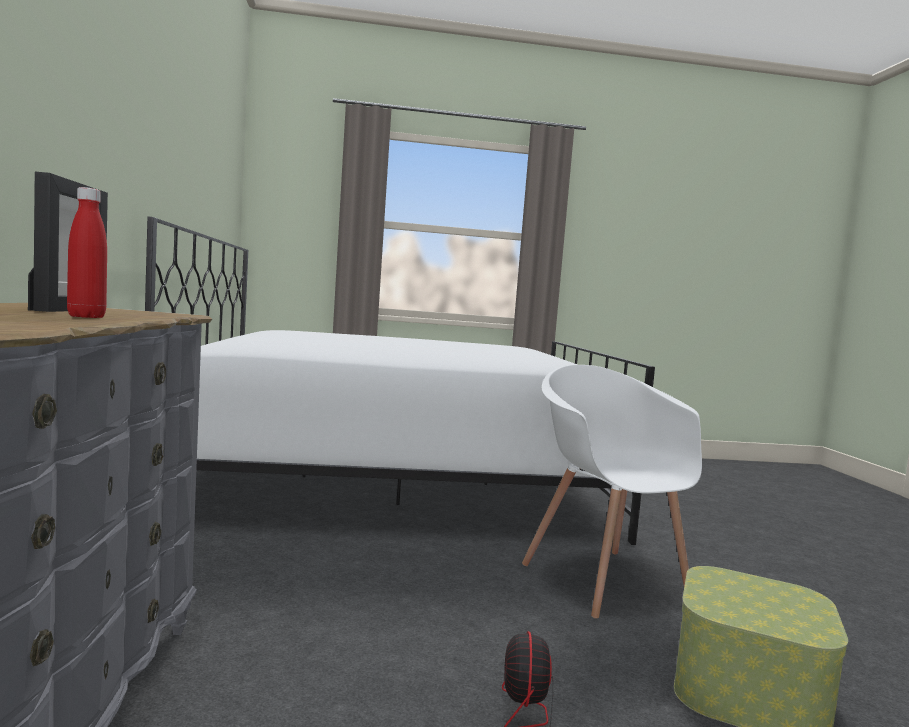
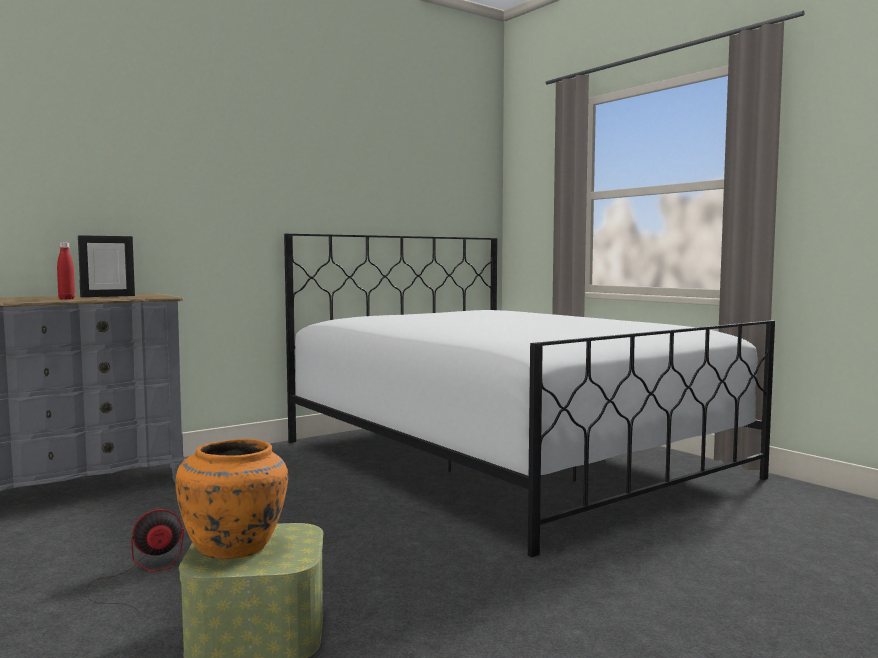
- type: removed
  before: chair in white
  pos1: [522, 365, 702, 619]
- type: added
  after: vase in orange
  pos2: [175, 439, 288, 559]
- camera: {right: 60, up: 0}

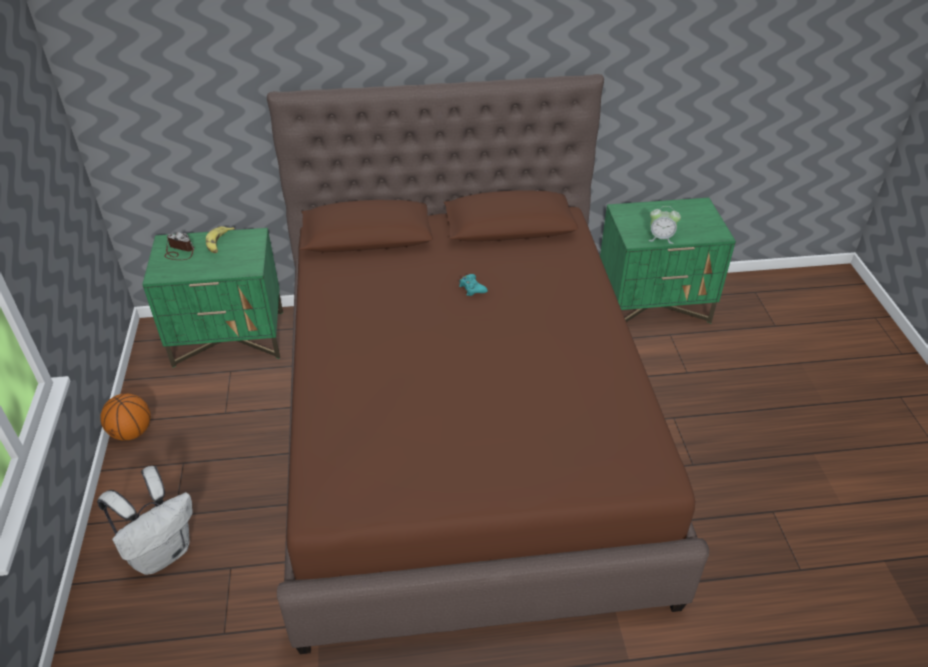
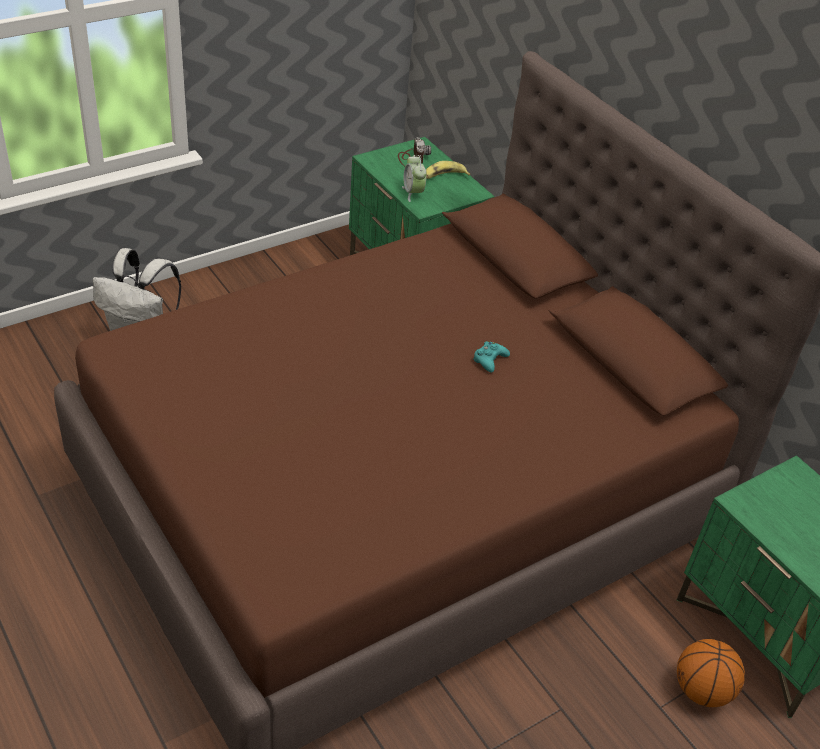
- type: moved
  before: alarm clock
  pos1: [648, 206, 681, 244]
  pos2: [402, 155, 427, 202]
- type: moved
  before: basketball
  pos1: [100, 394, 151, 441]
  pos2: [677, 639, 745, 707]
- camera: {right: 60, up: 0}

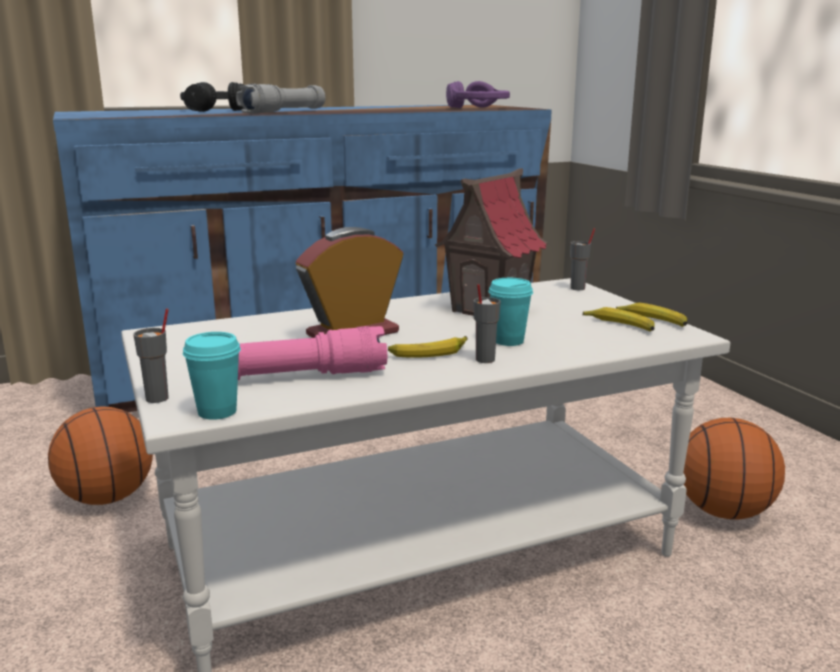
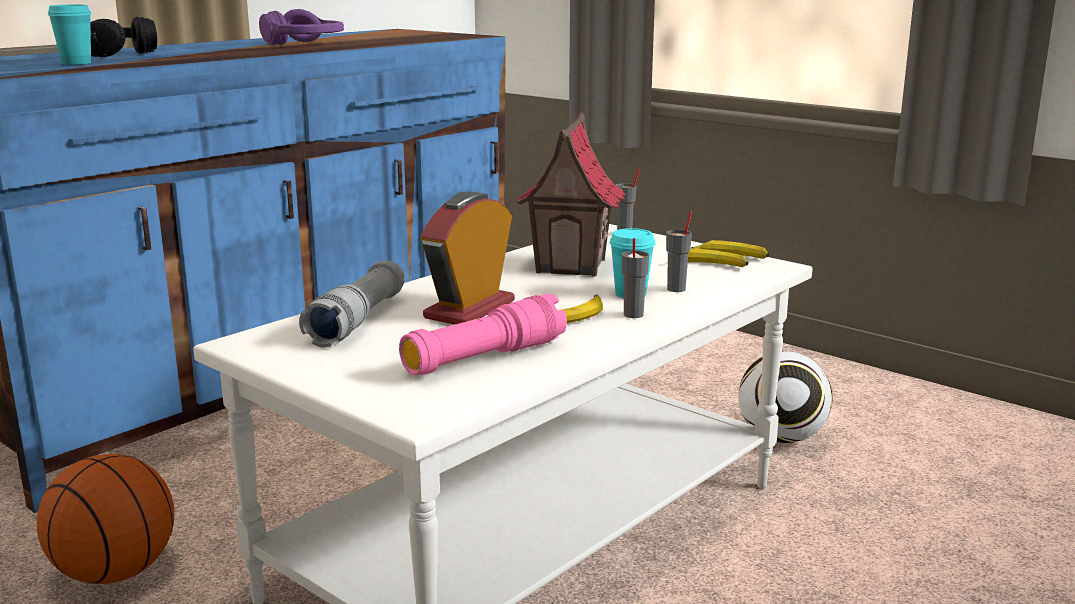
- type: moved
  before: headphones in purple
  pos1: [446, 81, 510, 108]
  pos2: [259, 9, 344, 45]
- type: moved
  before: flashlight in grey
  pos1: [236, 84, 325, 114]
  pos2: [299, 260, 405, 347]
- type: moved
  before: cup in grey
  pos1: [133, 309, 169, 403]
  pos2: [666, 211, 692, 292]
- type: moved
  before: cup in turquoise
  pos1: [183, 332, 241, 420]
  pos2: [48, 5, 91, 65]
- type: replaced
  before: basketball
  after: football
  pos1: [683, 418, 785, 520]
  pos2: [739, 351, 832, 443]
- camera: {right: -25, up: 0}

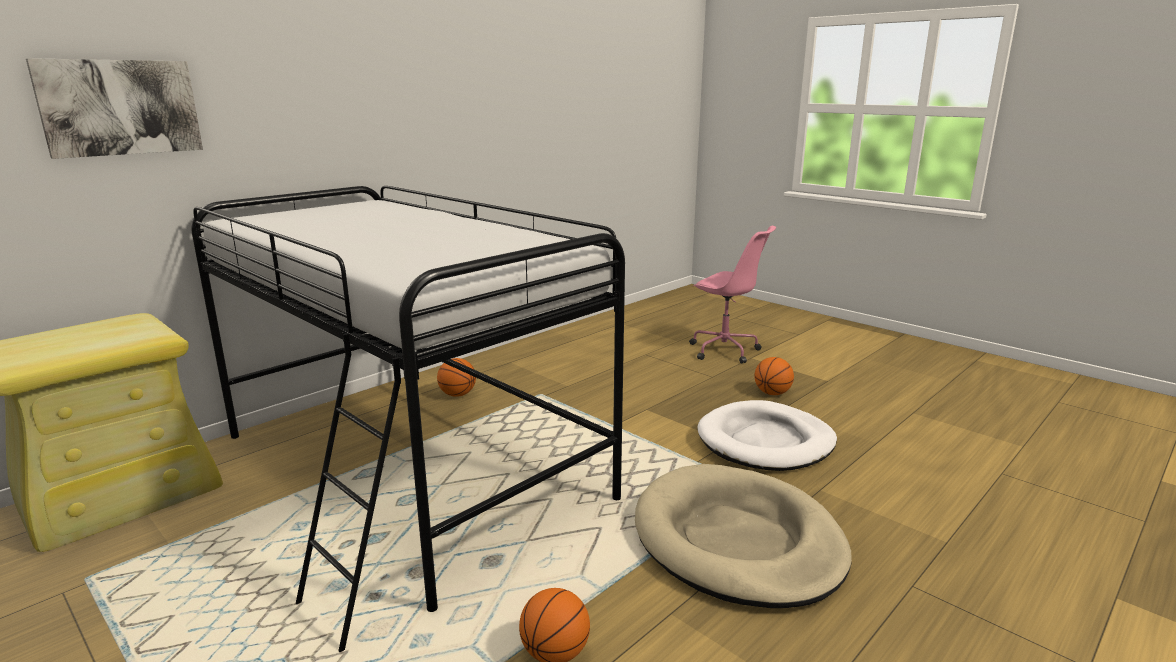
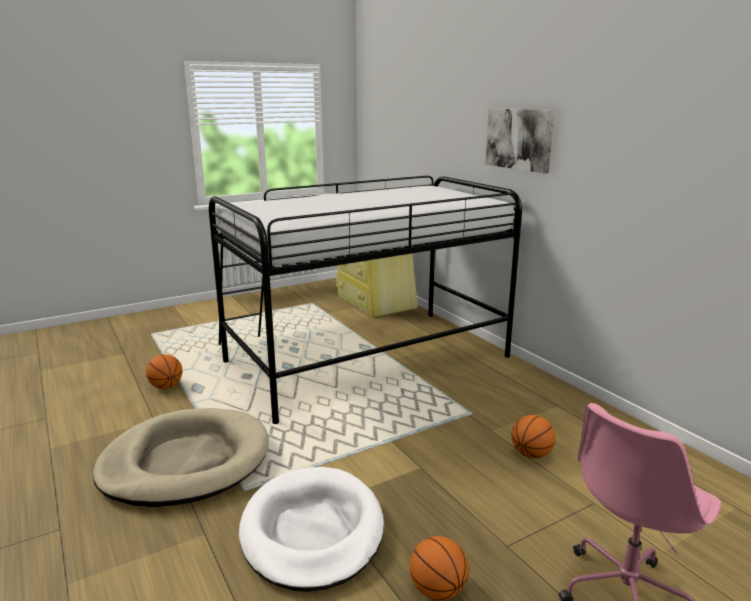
- type: moved
  before: picture
  pos1: [26, 58, 203, 159]
  pos2: [485, 108, 555, 174]
- type: moved
  before: basketball
  pos1: [437, 358, 476, 397]
  pos2: [512, 415, 556, 458]
- camera: {right: 105, up: 0}

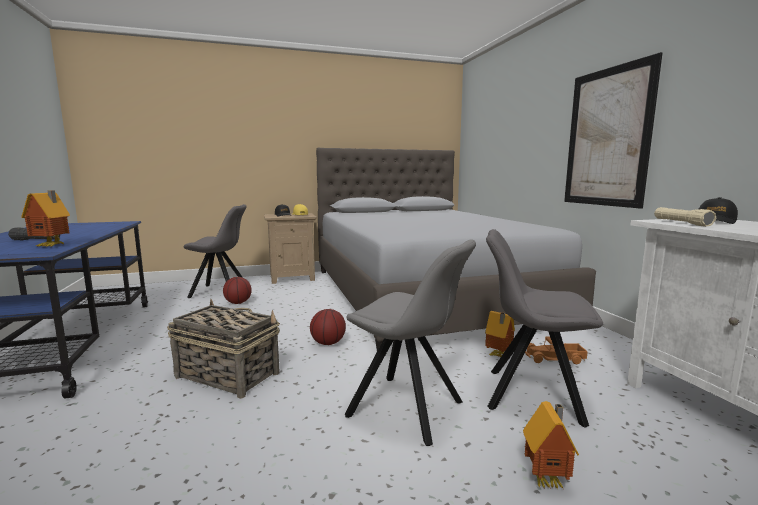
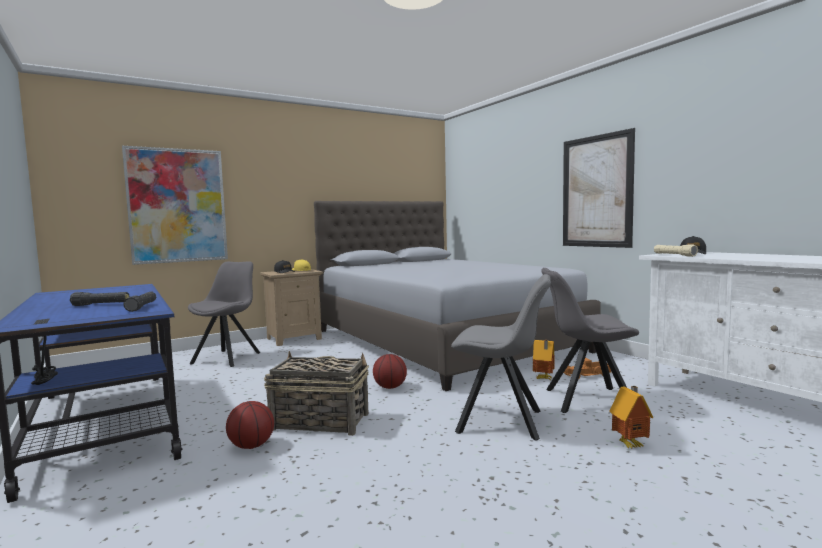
- type: replaced
  before: toy house
  after: flashlight in black
  pos1: [21, 190, 70, 247]
  pos2: [123, 291, 156, 312]
- type: turned
  before: chair in grey
  pos1: [184, 204, 246, 298]
  pos2: [188, 261, 260, 367]
  turn: -60
- type: moved
  before: basketball
  pos1: [223, 277, 252, 304]
  pos2: [226, 401, 274, 449]
- type: added
  after: picture
  pos2: [122, 146, 228, 265]
- camera: {right: -15, up: -5}

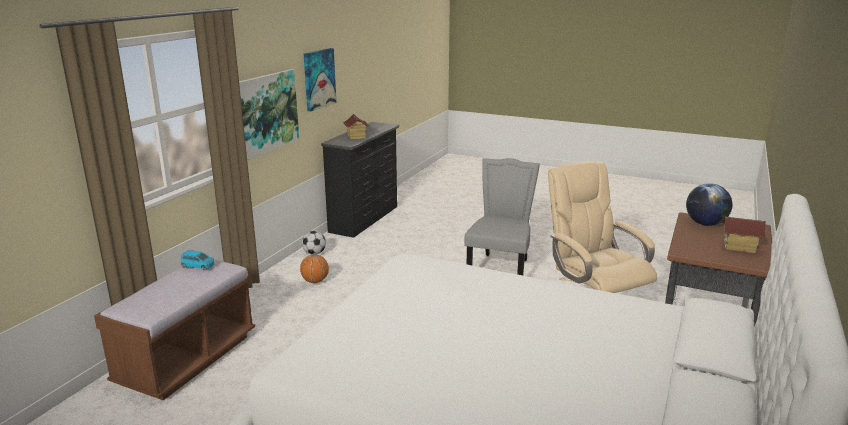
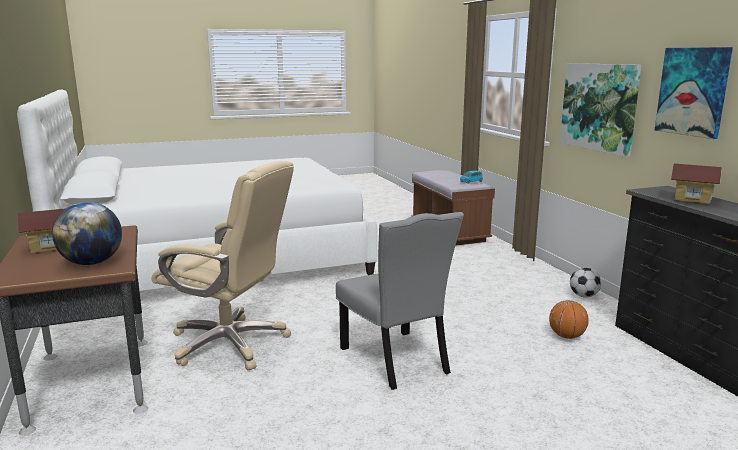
- type: moved
  before: basketball
  pos1: [300, 254, 329, 283]
  pos2: [549, 300, 589, 339]
- camera: {right: 135, up: -5}

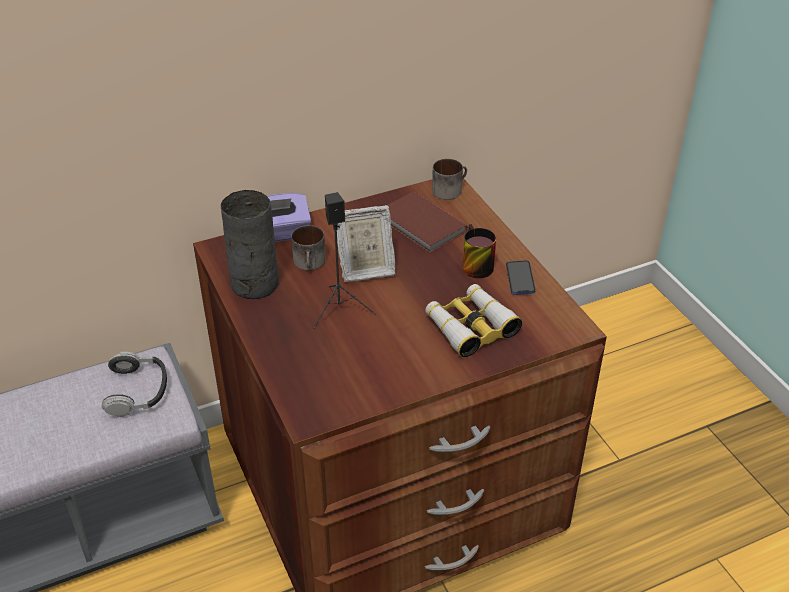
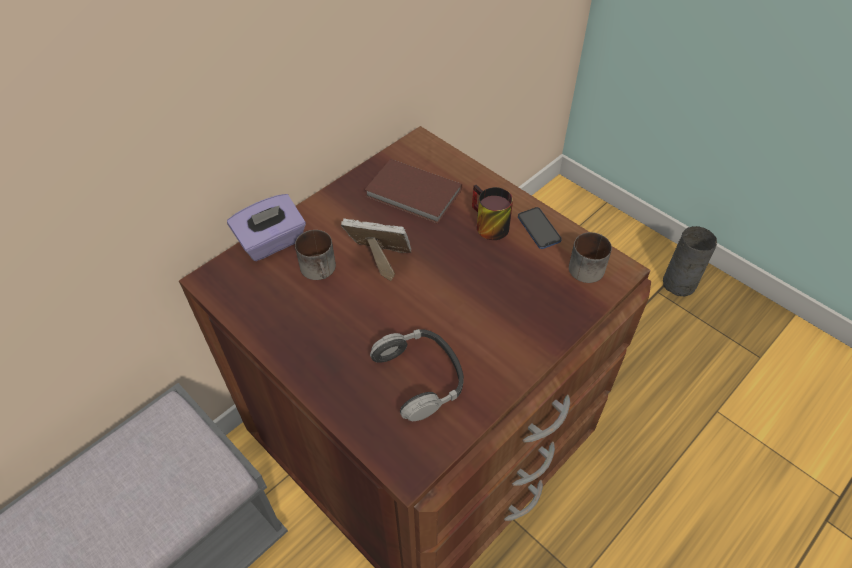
- type: moved
  before: mug
  pos1: [432, 159, 467, 200]
  pos2: [569, 232, 612, 283]
- type: moved
  before: vase in grey
  pos1: [221, 190, 279, 299]
  pos2: [663, 226, 717, 296]
- type: removed
  before: speaker in black
  pos1: [313, 192, 376, 329]
- type: turned
  before: picture frame
  pos1: [337, 205, 396, 282]
  pos2: [341, 218, 411, 281]
  turn: -135
- type: removed
  before: binoculars
  pos1: [425, 284, 522, 357]
- type: moved
  before: headphones
  pos1: [102, 352, 167, 417]
  pos2: [370, 329, 464, 421]
- camera: {right: -20, up: 10}

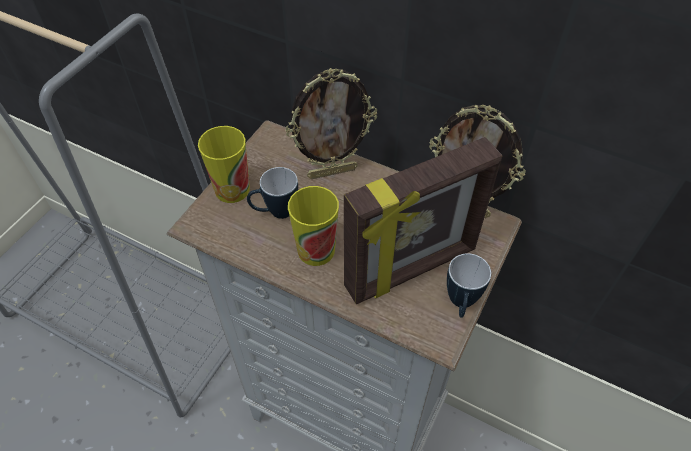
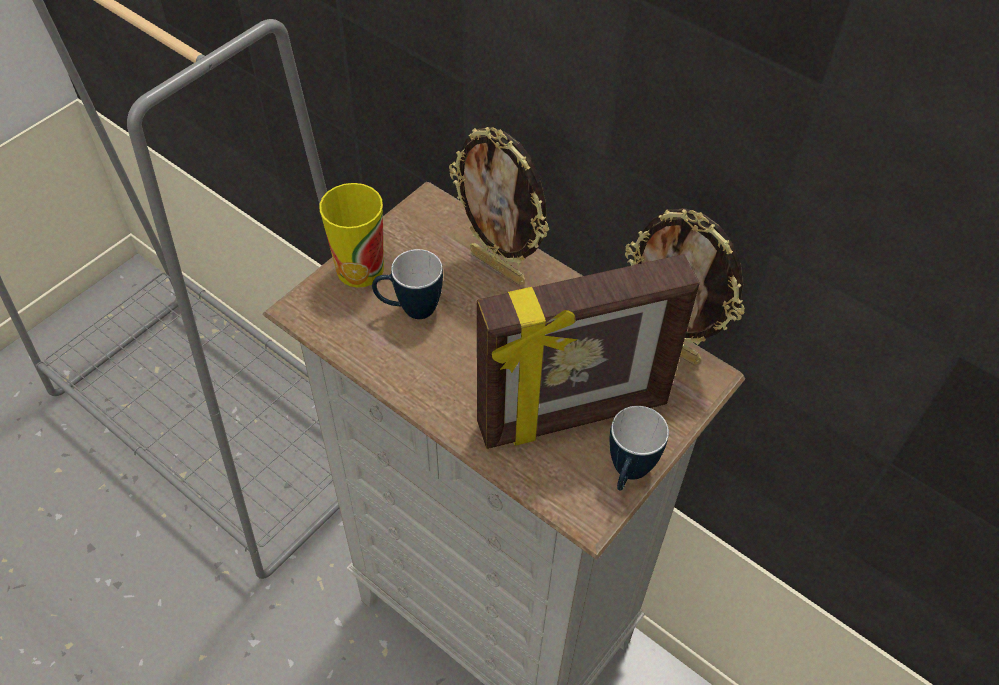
- type: turned
  before: picture frame
  pos1: [285, 68, 377, 179]
  pos2: [449, 127, 550, 285]
  turn: 45
- type: removed
  before: cup
  pos1: [288, 186, 339, 266]
- camera: {right: 10, up: 0}

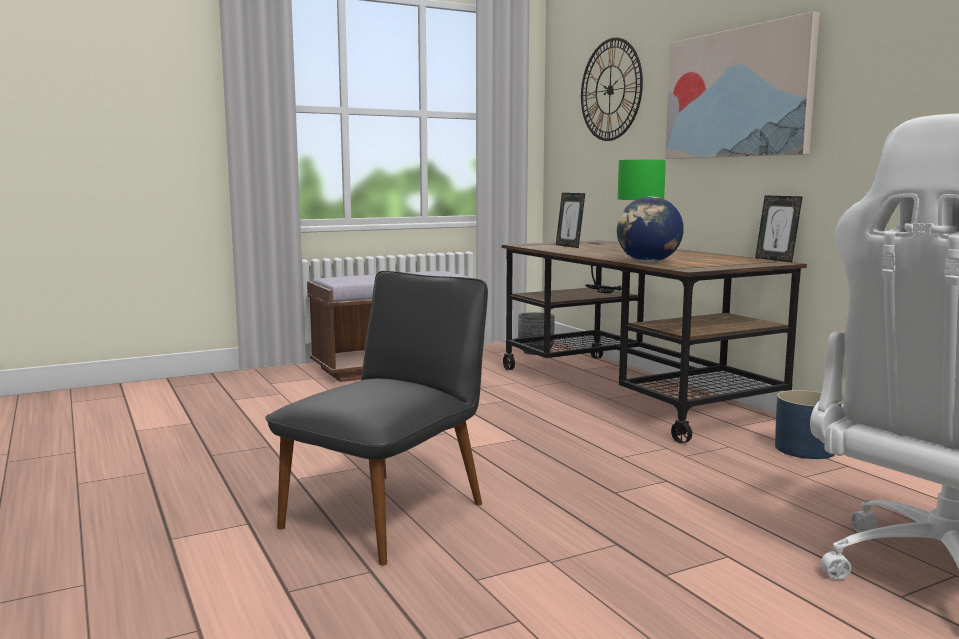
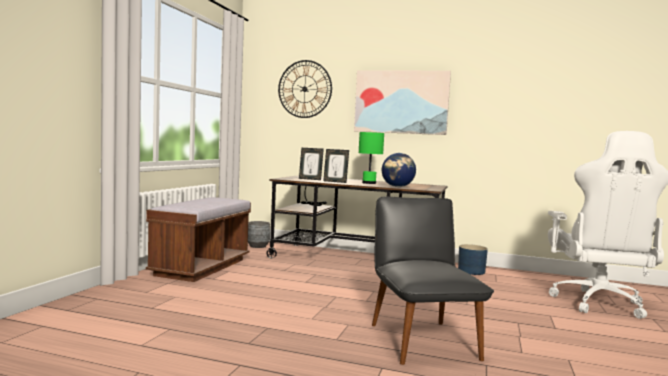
- type: moved
  before: picture frame
  pos1: [755, 195, 803, 262]
  pos2: [323, 149, 349, 183]
- camera: {right: -45, up: -5}

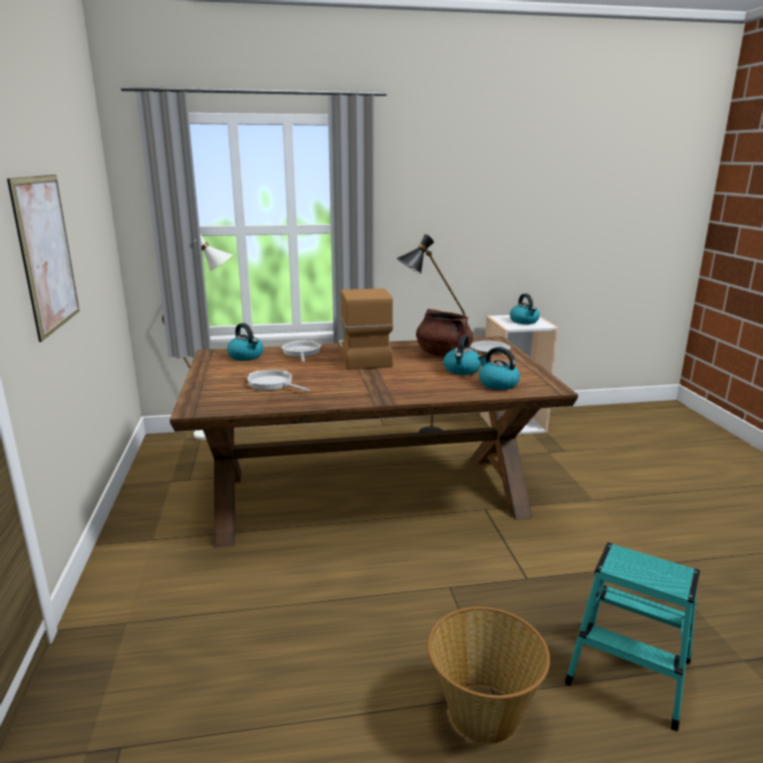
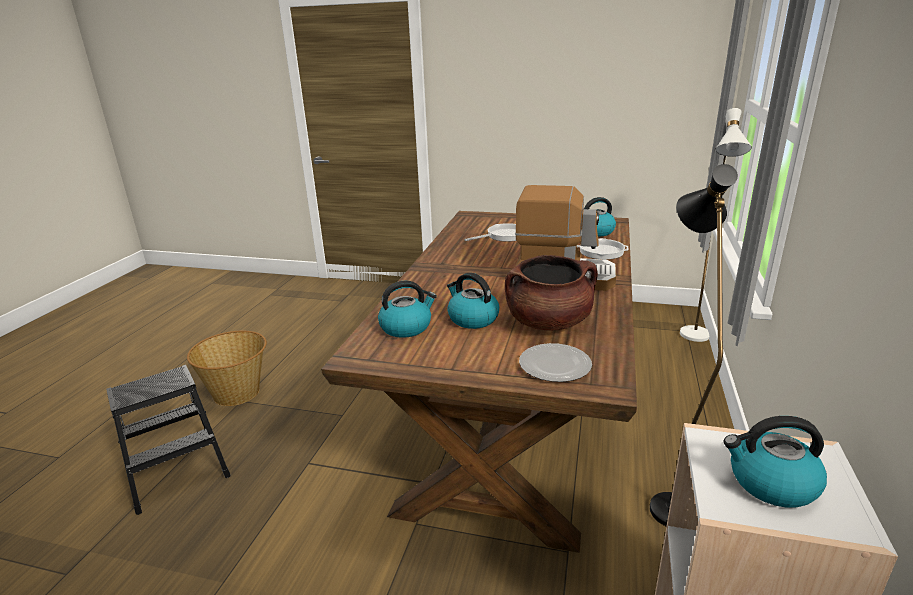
- type: removed
  before: picture
  pos1: [7, 175, 80, 342]
- type: recoloured
  before: step ladder in turquoise
  after: step ladder in black
  pos1: [565, 542, 700, 731]
  pos2: [106, 365, 231, 515]
- camera: {right: 115, up: 5}

